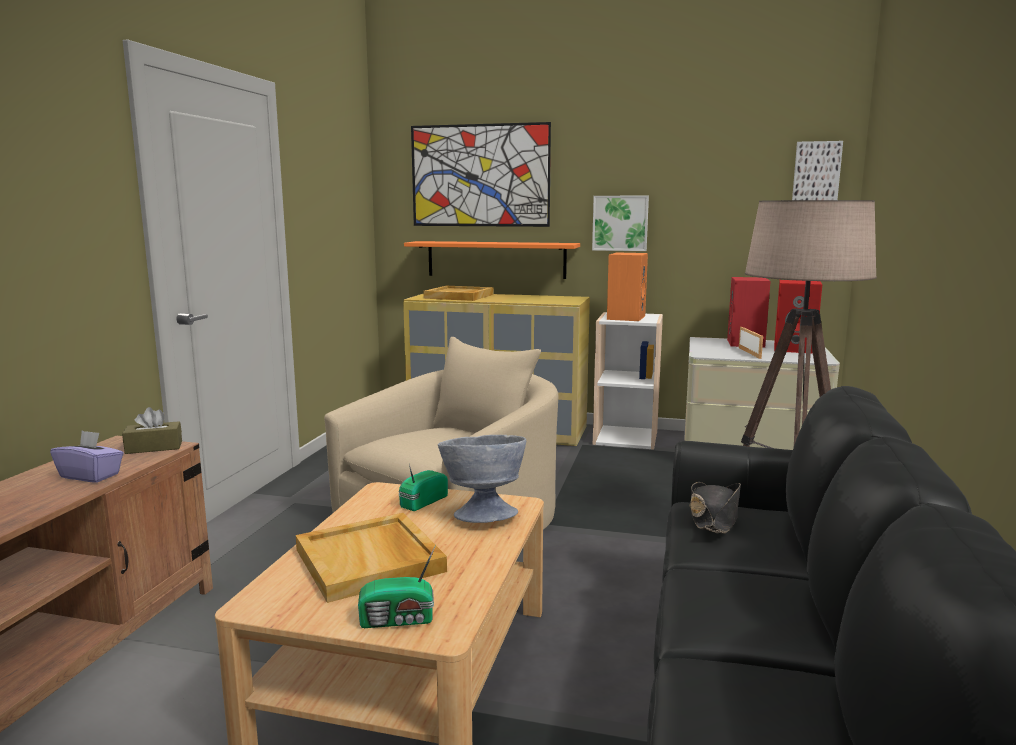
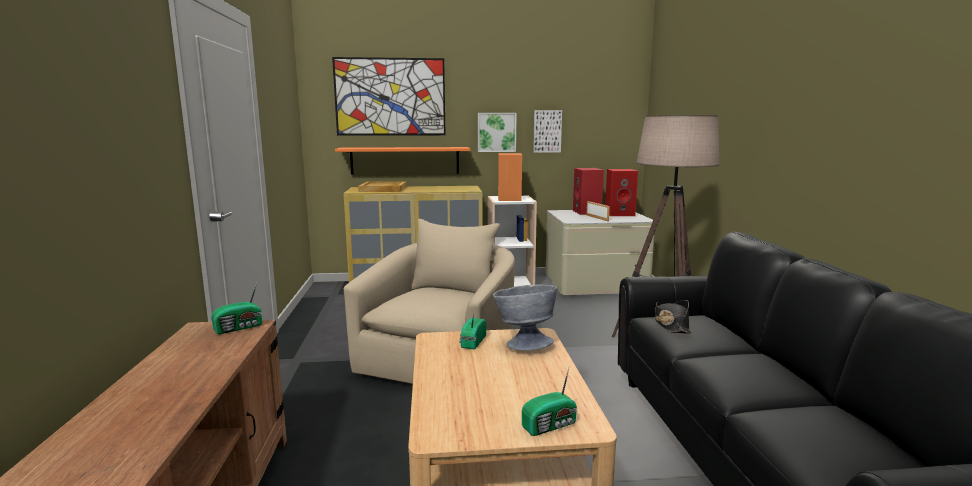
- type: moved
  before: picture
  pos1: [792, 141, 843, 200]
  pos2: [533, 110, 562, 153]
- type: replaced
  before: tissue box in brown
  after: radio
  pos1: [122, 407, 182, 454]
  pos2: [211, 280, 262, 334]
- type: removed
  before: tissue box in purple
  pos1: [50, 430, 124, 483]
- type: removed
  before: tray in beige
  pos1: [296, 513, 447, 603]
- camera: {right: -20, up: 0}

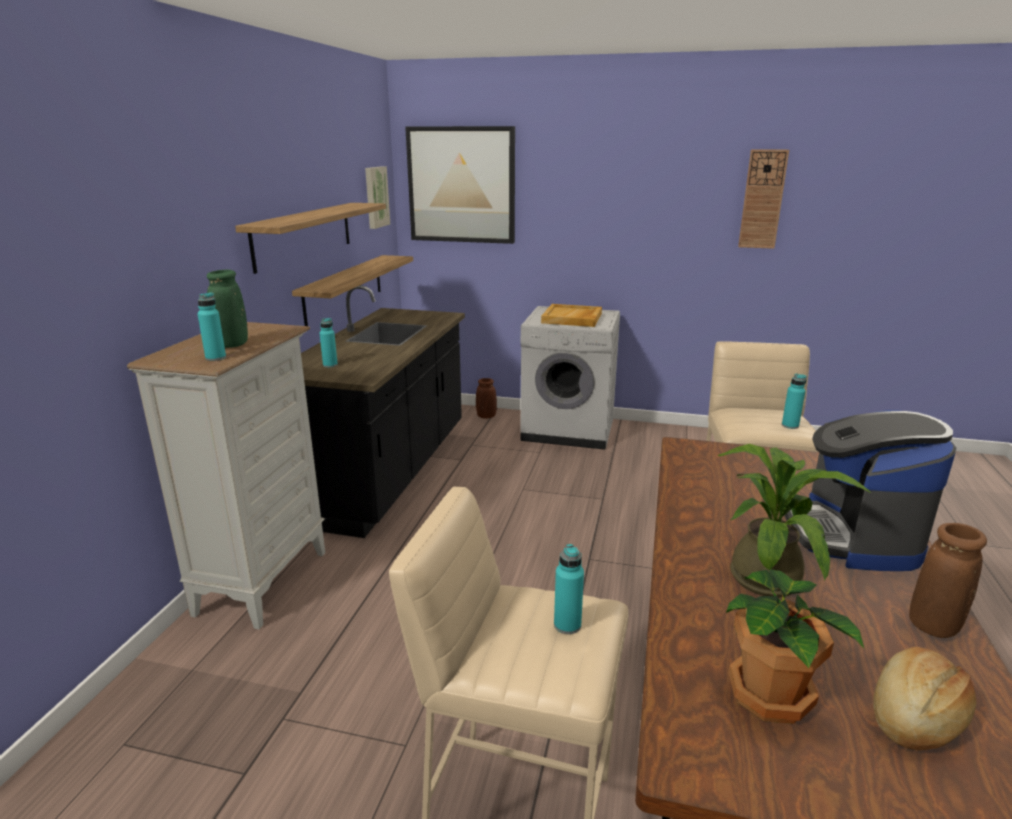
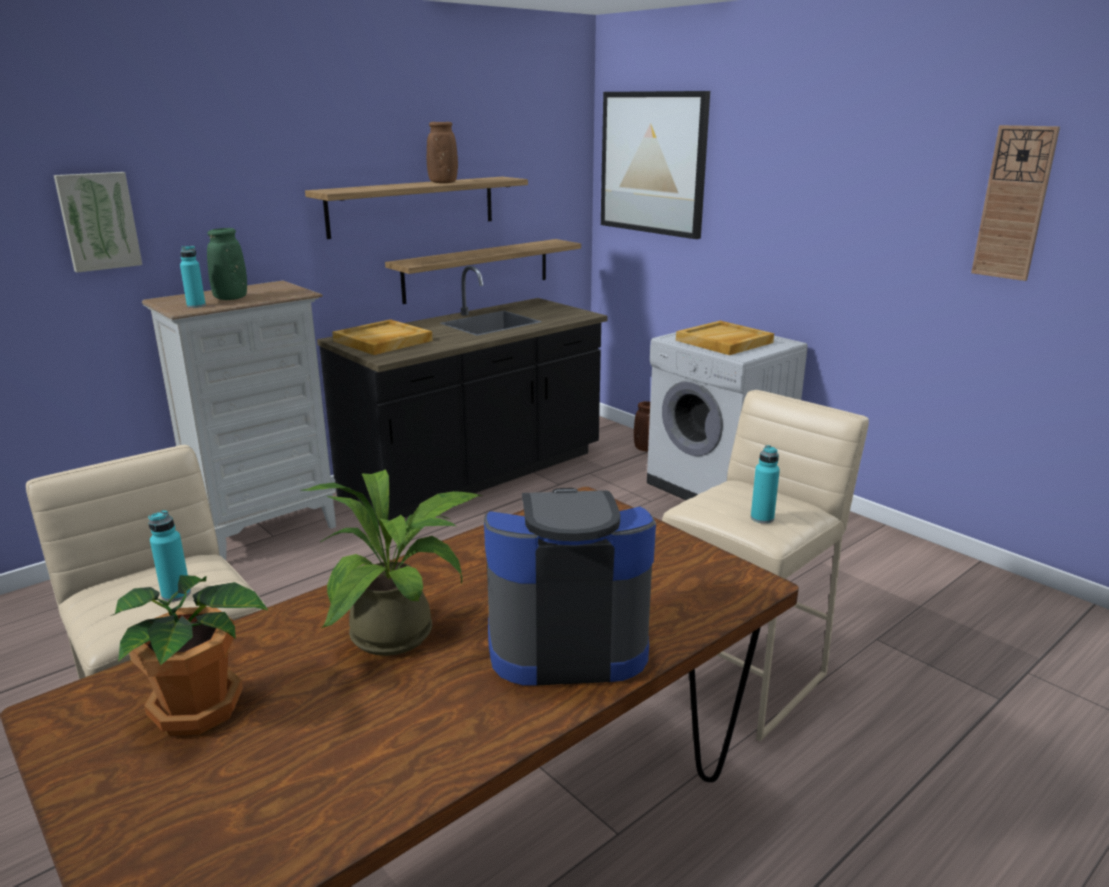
- type: moved
  before: picture
  pos1: [365, 166, 390, 229]
  pos2: [54, 172, 142, 273]
- type: replaced
  before: bottle in turquoise
  after: tray in beige
  pos1: [320, 318, 338, 368]
  pos2: [332, 319, 433, 355]
- type: turned
  before: coffee machine
  pos1: [785, 410, 956, 571]
  pos2: [484, 488, 656, 685]
  turn: 45
- type: moved
  before: vase in brown
  pos1: [909, 523, 987, 638]
  pos2: [427, 122, 458, 183]
- type: removed
  before: bread
  pos1: [873, 647, 977, 750]
- camera: {right: 35, up: 0}

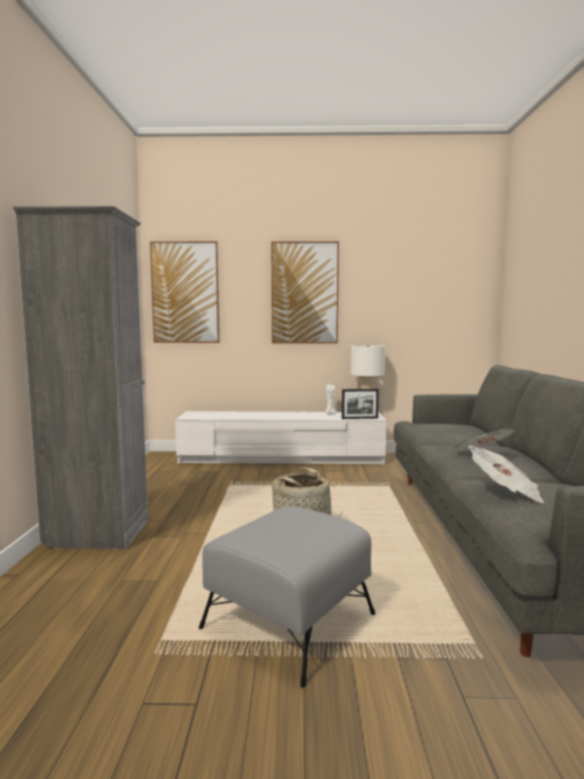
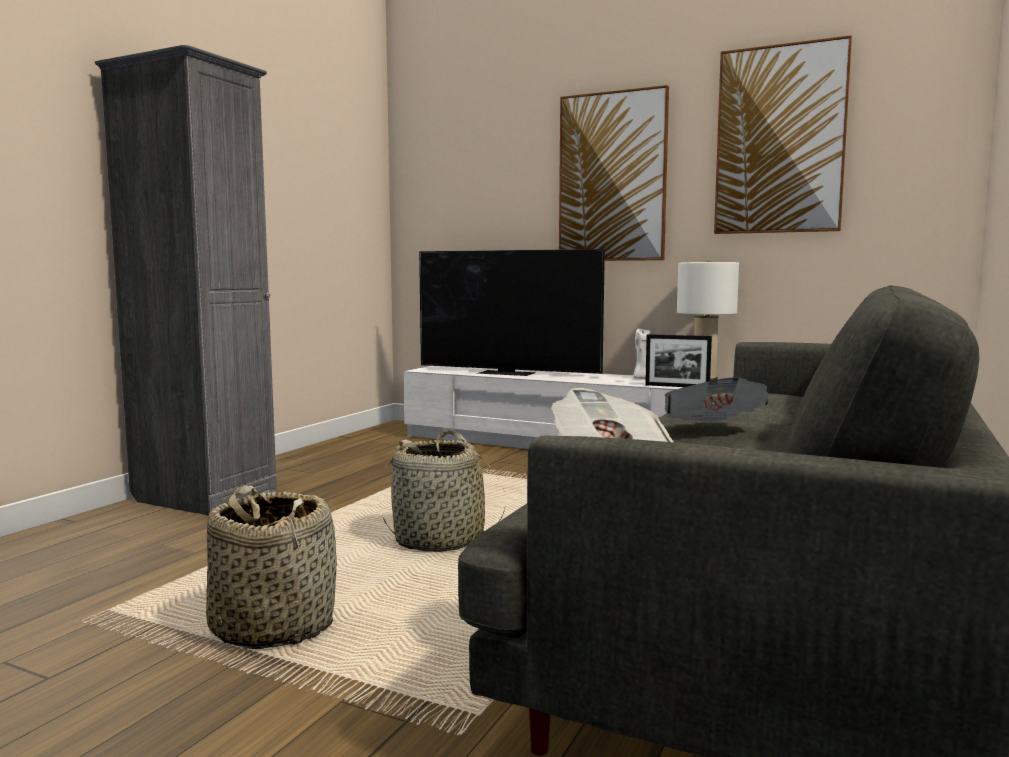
- type: moved
  before: picture
  pos1: [150, 241, 220, 343]
  pos2: [714, 35, 852, 234]
- type: replaced
  before: ottoman in grey
  after: basket
  pos1: [199, 506, 375, 688]
  pos2: [206, 485, 337, 649]
- type: added
  after: television
  pos2: [419, 249, 605, 376]
- camera: {right: 25, up: 0}

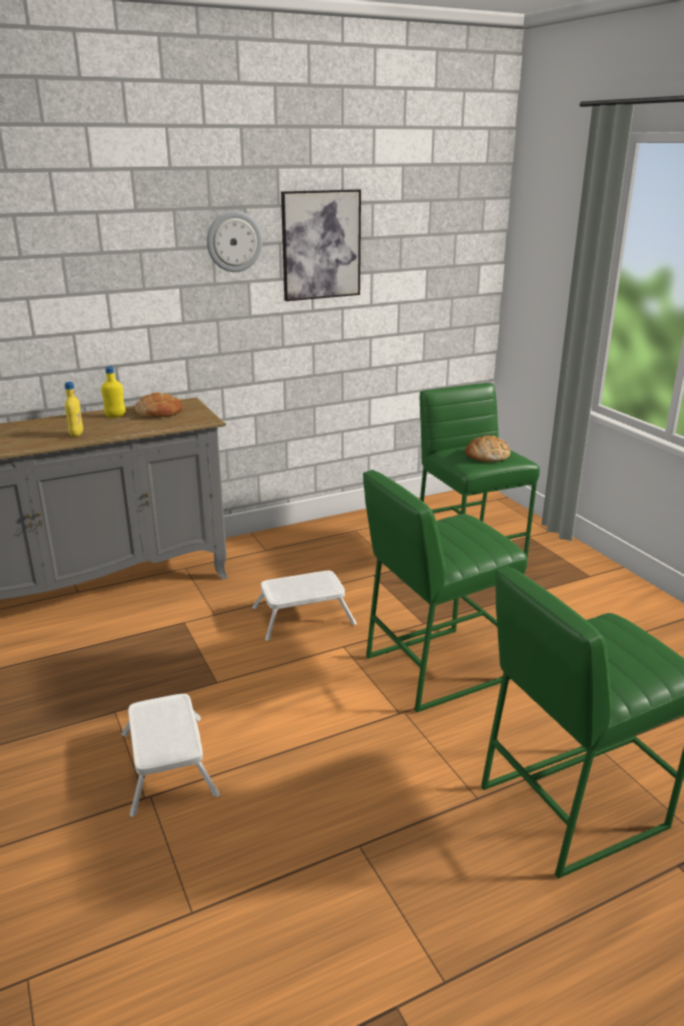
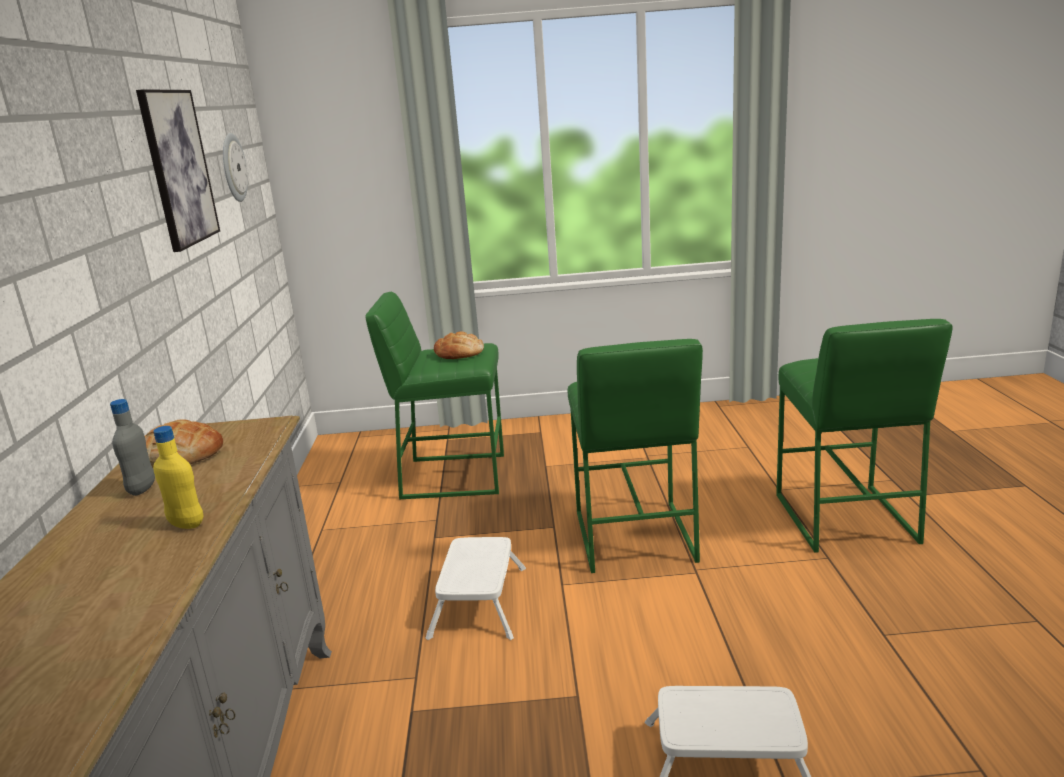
- type: moved
  before: wall clock
  pos1: [207, 211, 262, 272]
  pos2: [223, 133, 248, 202]
- type: recoloured
  before: bottle in yellow
  after: bottle in grey
  pos1: [101, 366, 126, 418]
  pos2: [110, 399, 155, 496]
- camera: {right: -65, up: -5}

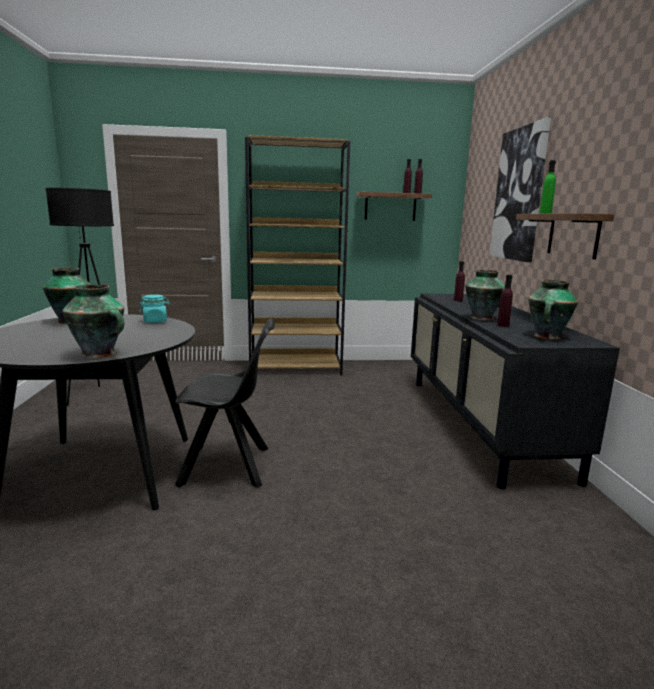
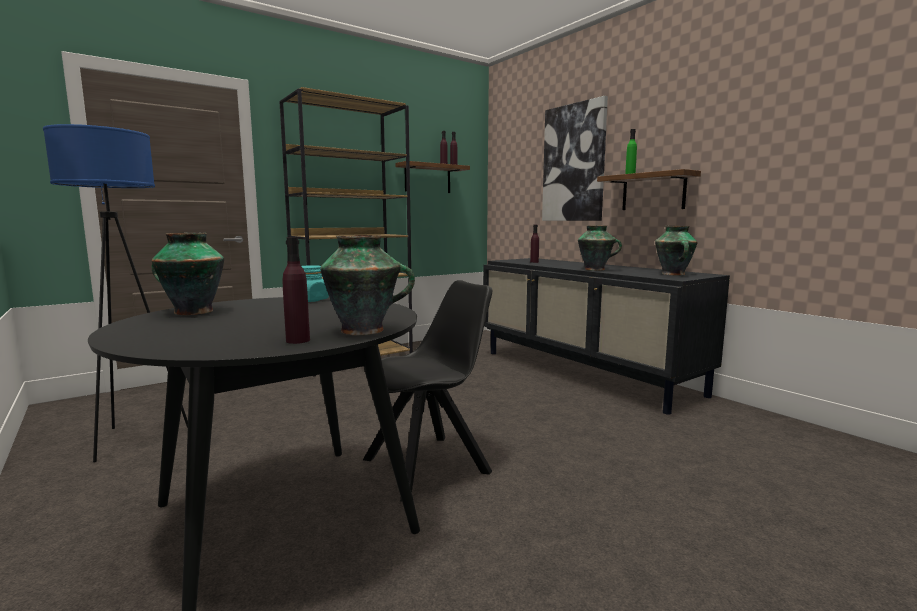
- type: recoloured
  before: floor lamp in black
  after: floor lamp in blue
  pos1: [45, 188, 114, 406]
  pos2: [43, 124, 188, 462]
- type: moved
  before: bottle in purple
  pos1: [497, 275, 513, 327]
  pos2: [283, 237, 310, 344]
- camera: {right: -30, up: -5}

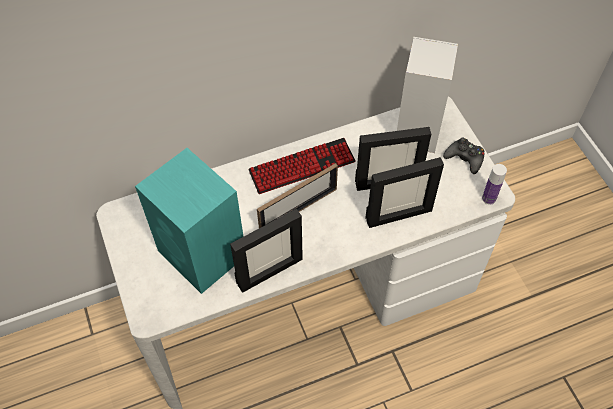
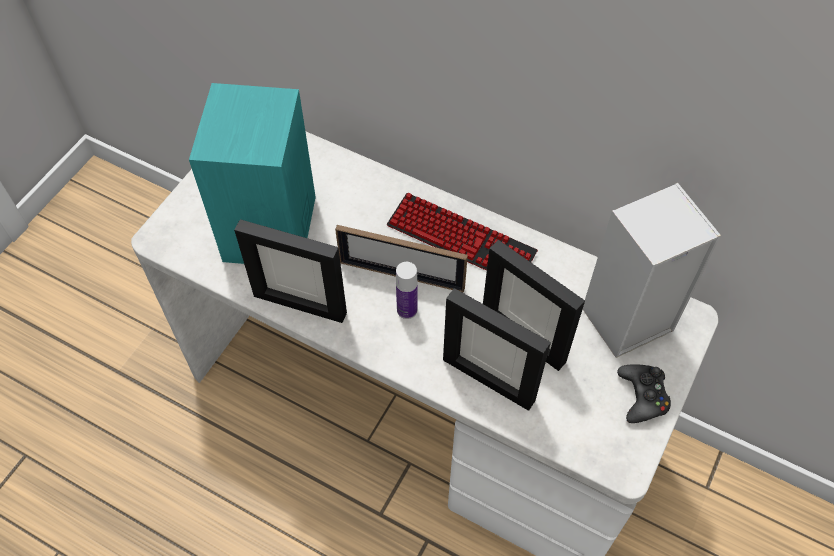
- type: moved
  before: bottle
  pos1: [482, 164, 507, 204]
  pos2: [396, 262, 418, 319]
- camera: {right: 50, up: 0}

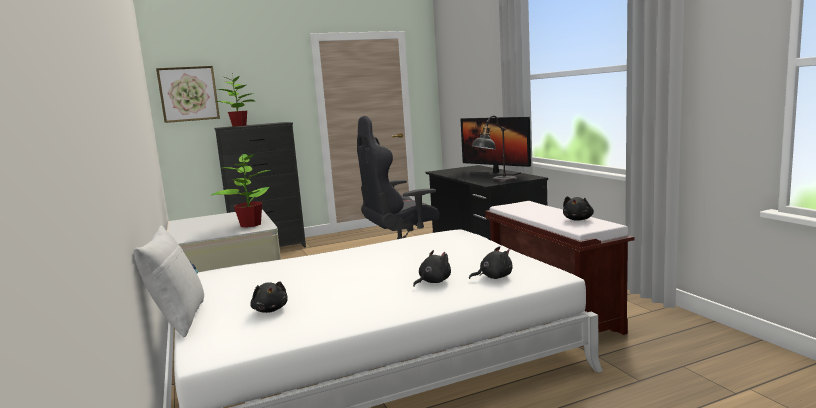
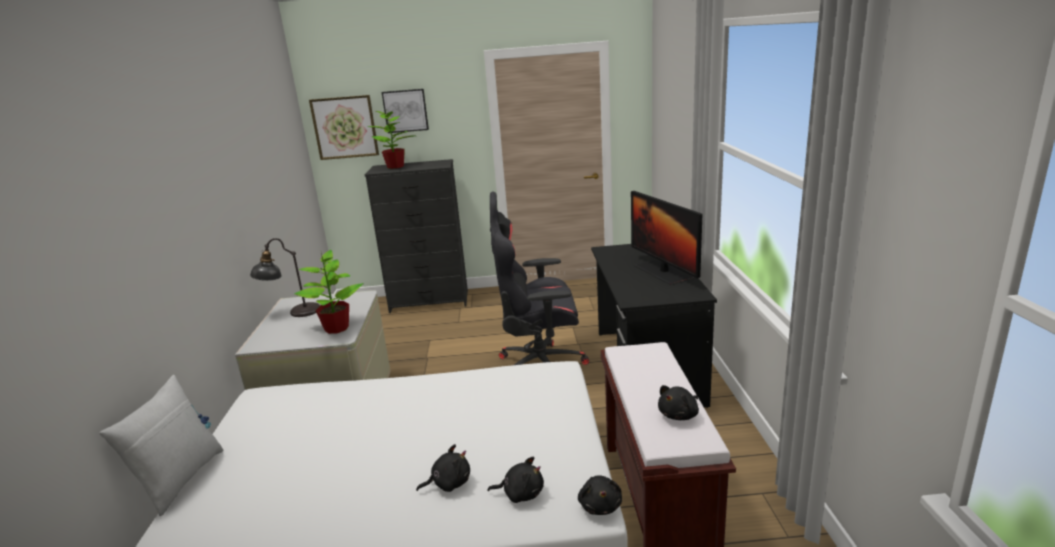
- type: moved
  before: table lamp in grey
  pos1: [472, 116, 517, 182]
  pos2: [250, 238, 320, 317]
- type: moved
  before: plush toy in black
  pos1: [250, 281, 288, 313]
  pos2: [578, 475, 622, 515]
- type: added
  after: picture
  pos2: [382, 89, 429, 133]
- camera: {right: 20, up: 10}

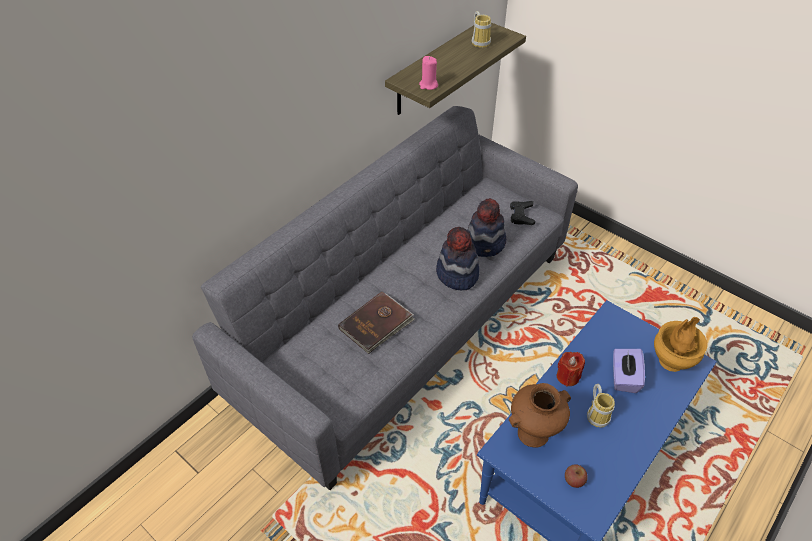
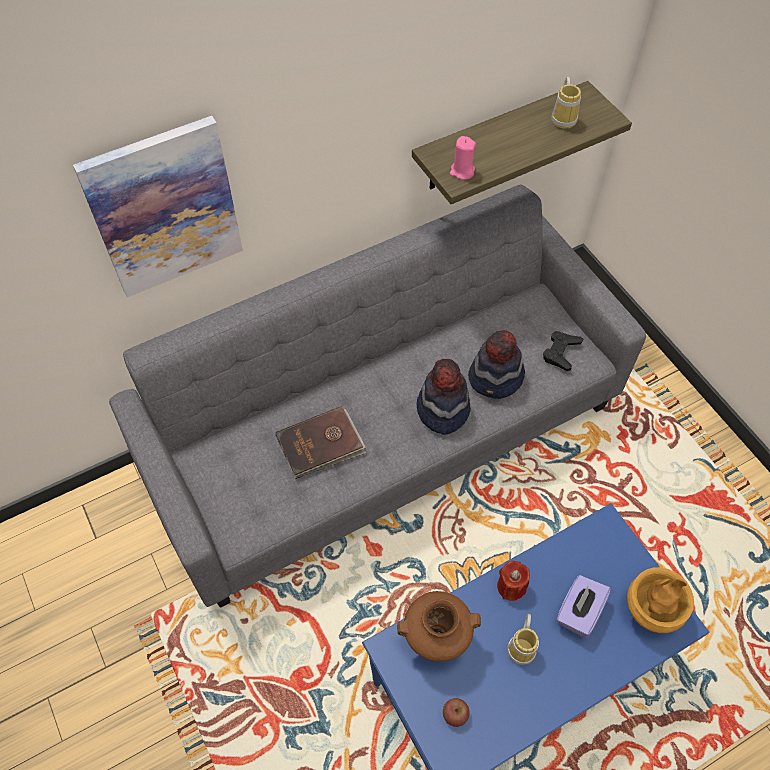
- type: added
  after: picture
  pos2: [73, 116, 243, 297]
- camera: {right: 20, up: 10}

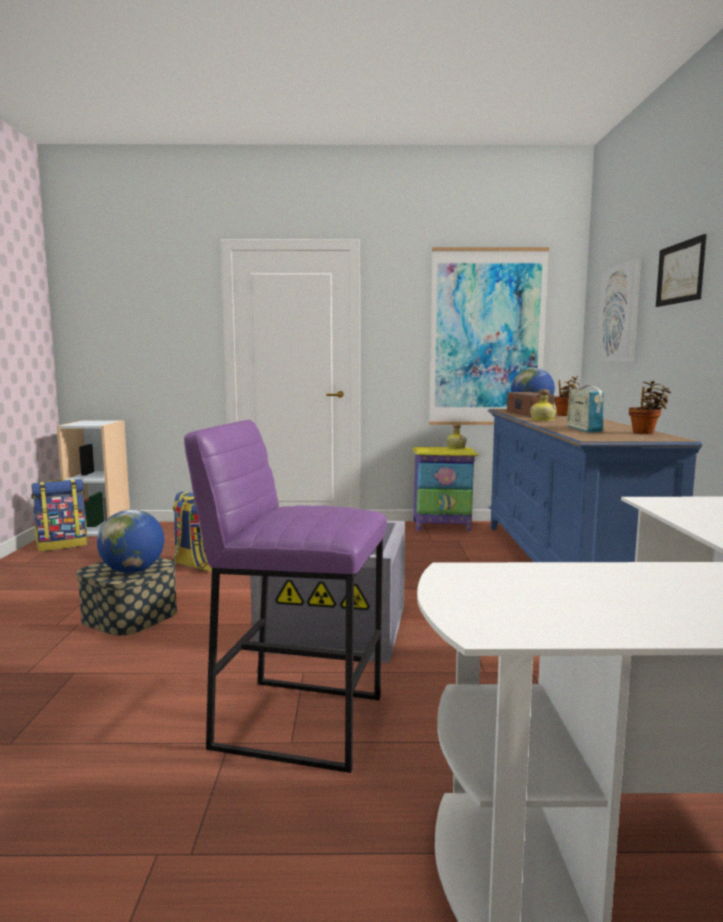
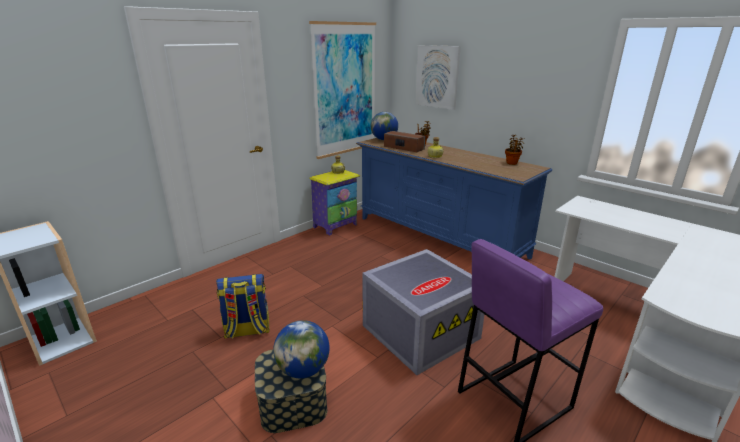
- type: removed
  before: picture
  pos1: [656, 234, 707, 307]
- type: removed
  before: radio
  pos1: [567, 380, 604, 432]
- type: removed
  before: backpack
  pos1: [31, 479, 87, 552]
- camera: {right: -45, up: 15}

